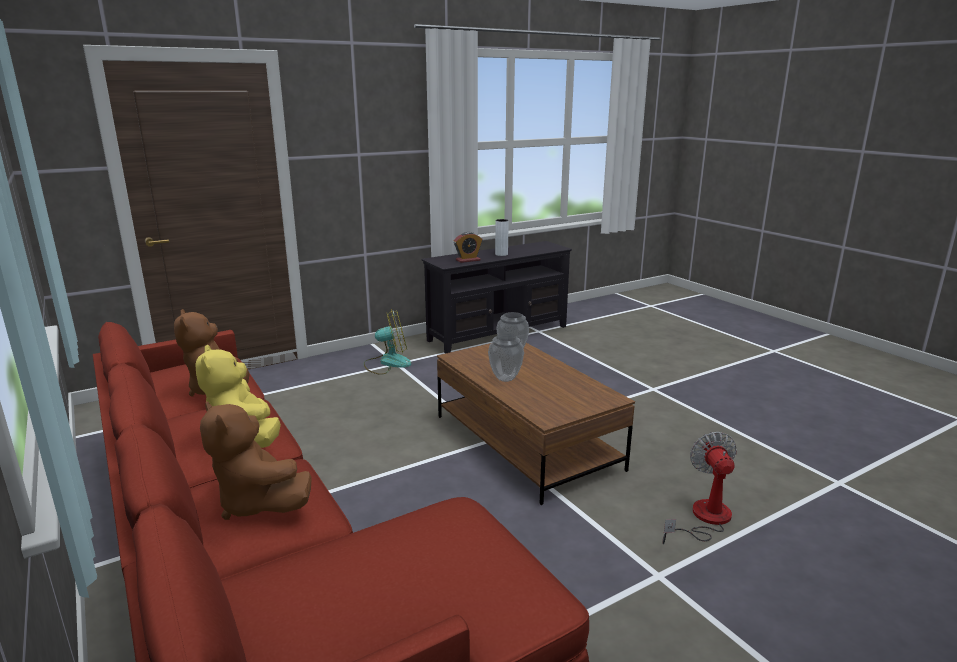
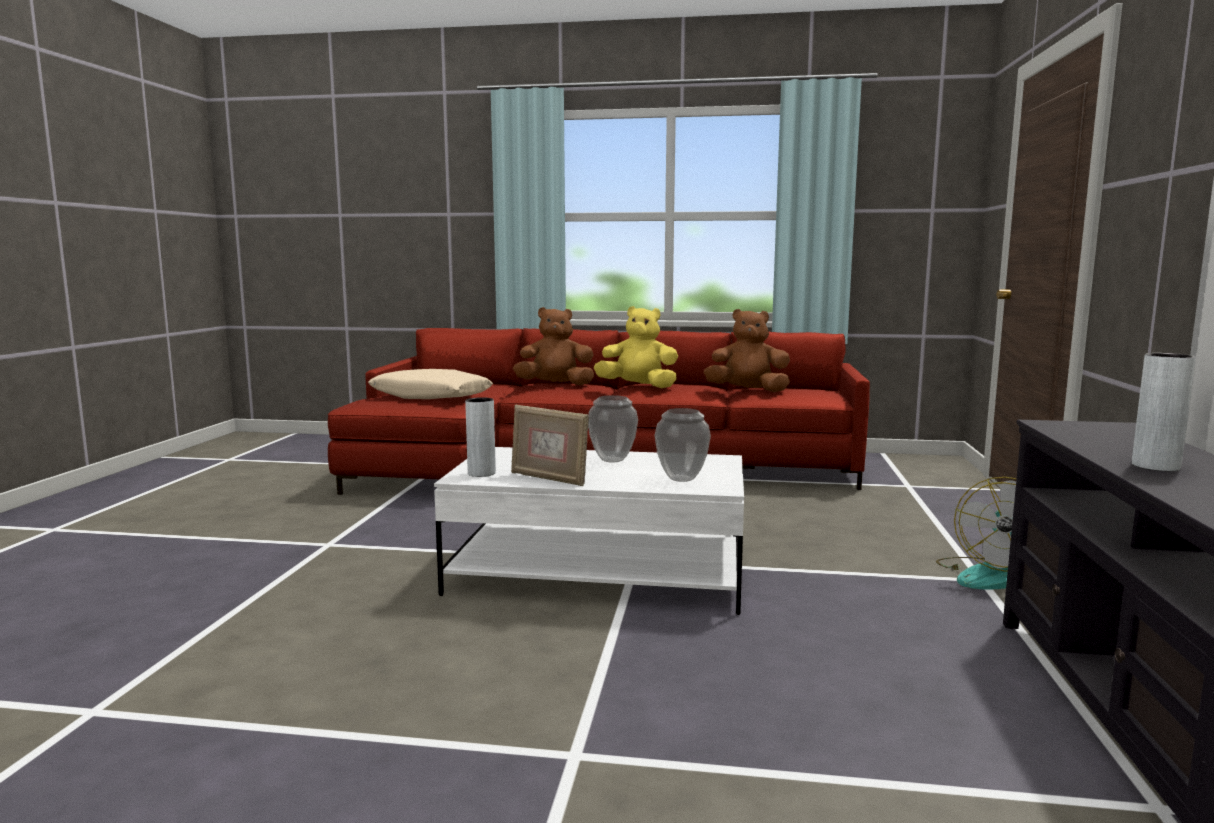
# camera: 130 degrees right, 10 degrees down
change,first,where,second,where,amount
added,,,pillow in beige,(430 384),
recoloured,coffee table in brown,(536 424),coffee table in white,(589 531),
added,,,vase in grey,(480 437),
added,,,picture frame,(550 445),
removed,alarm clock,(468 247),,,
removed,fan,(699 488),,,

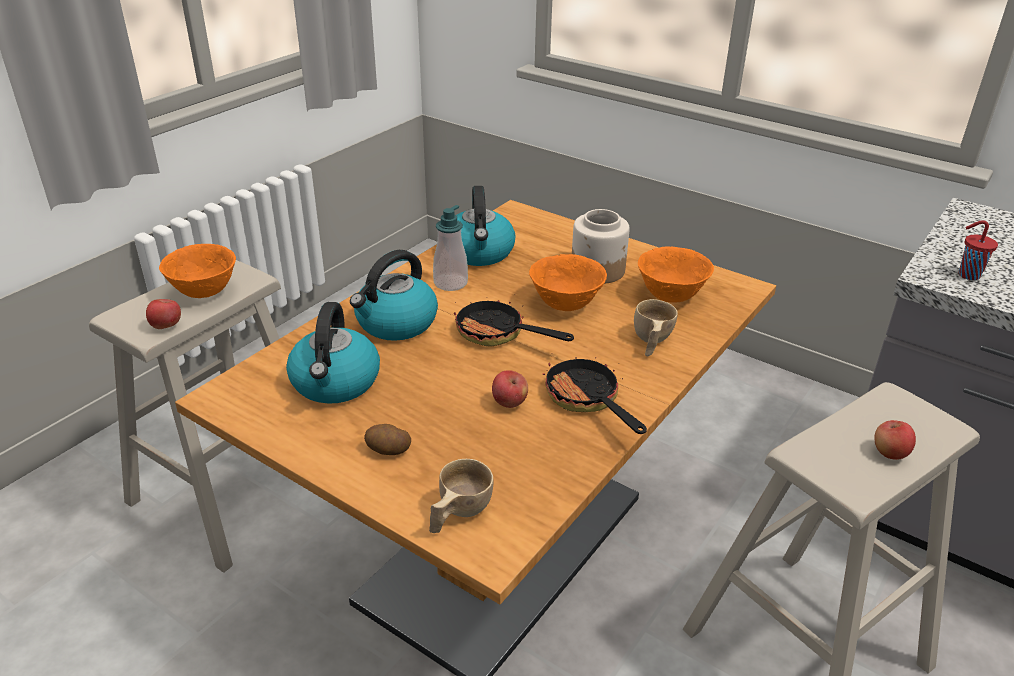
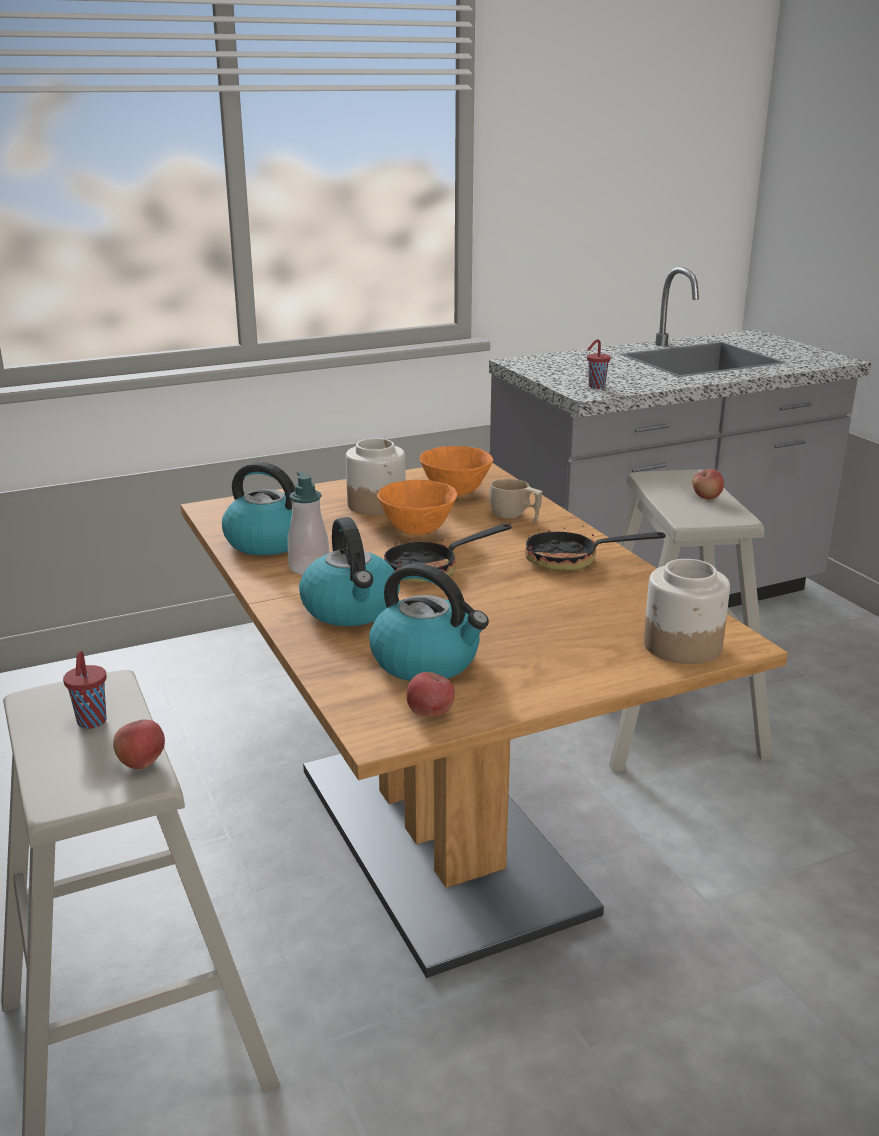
# camera: 60 degrees left, 10 degrees down
change,first,where,second,where,amount
replaced,bowl in orange,(197 271),cup in red,(85 689),
moved,apple,(510 389),,(430 694),
replaced,cup in beige,(461 496),jar,(687 611),
removed,potato,(387 439),,,

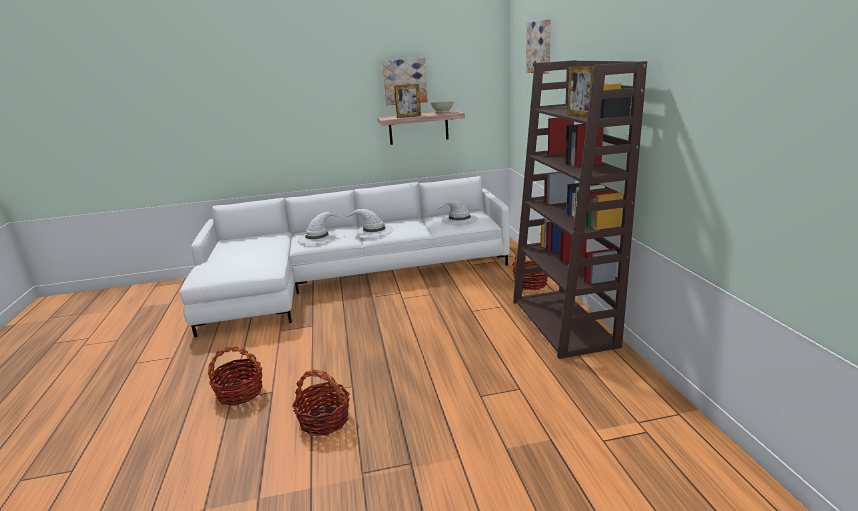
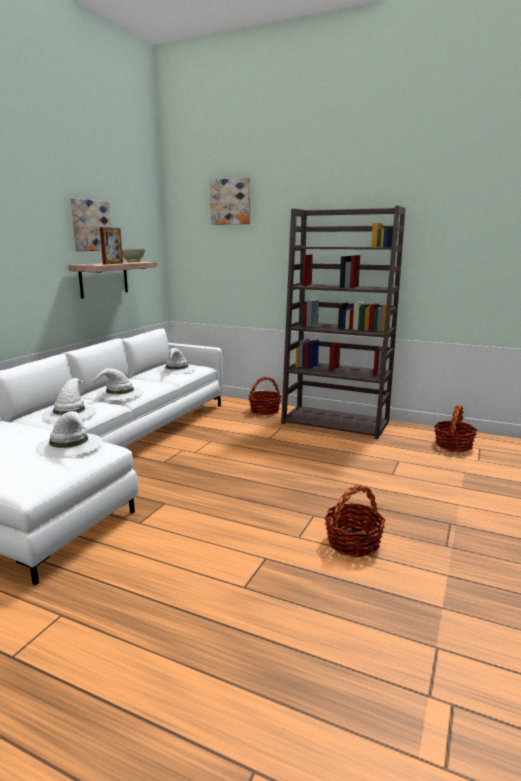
# camera: 55 degrees left, 5 degrees down
change,first,where,second,where,amount
added,,,hat in white,(68 434),
moved,basket,(235 376),,(455 428),
removed,picture frame,(580 92),,,

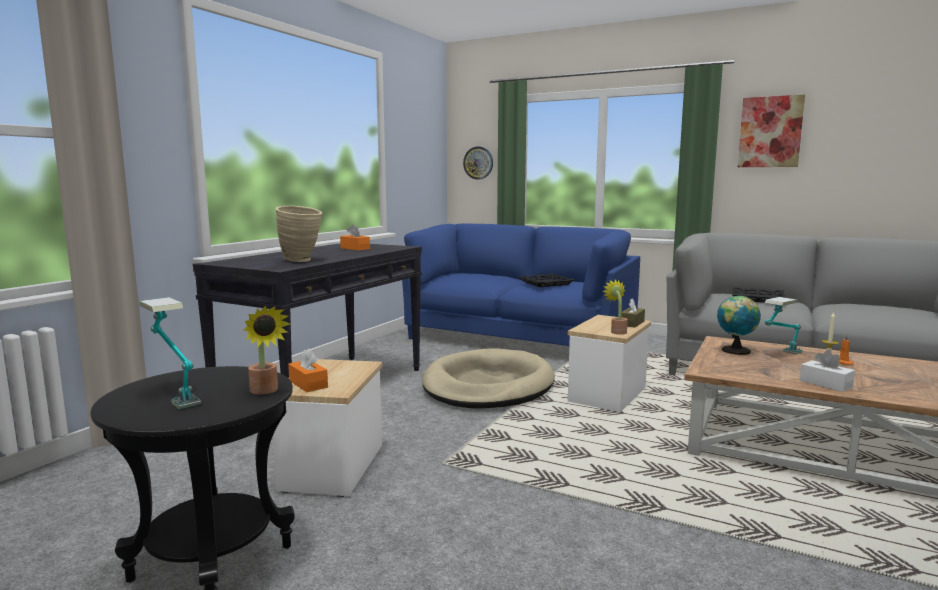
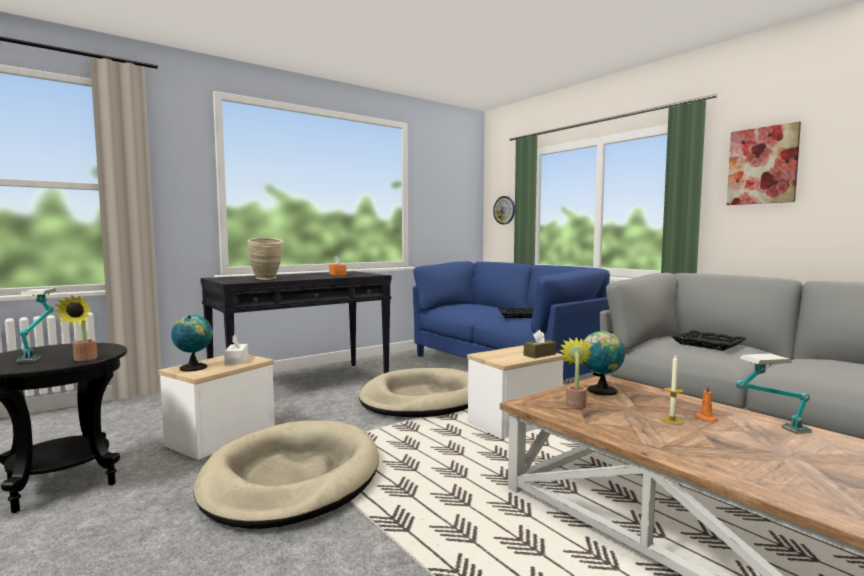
# camera: 25 degrees right, 5 degrees down
change,first,where,second,where,amount
replaced,tissue box in orange,(308 370),globe,(192 343),
added,,,dog bed in beige,(286 475),
moved,tissue box in white,(827 371),,(236 349),
moved,potted plant,(615 307),,(575 373),
moved,table lamp,(784 326),,(774 393),

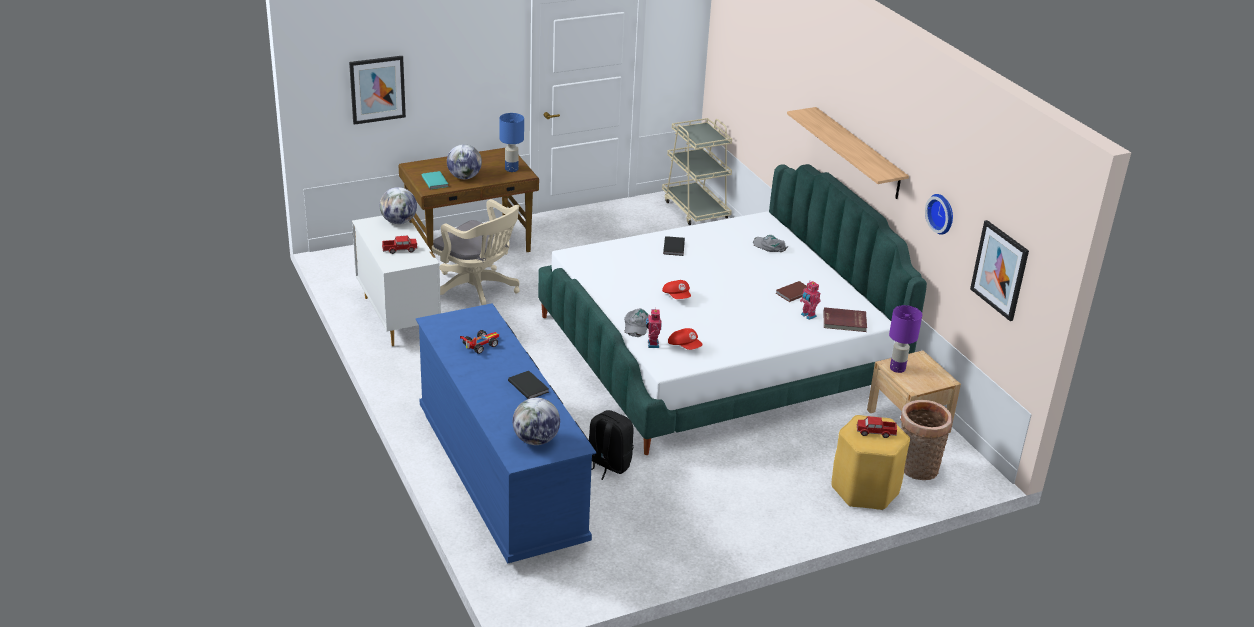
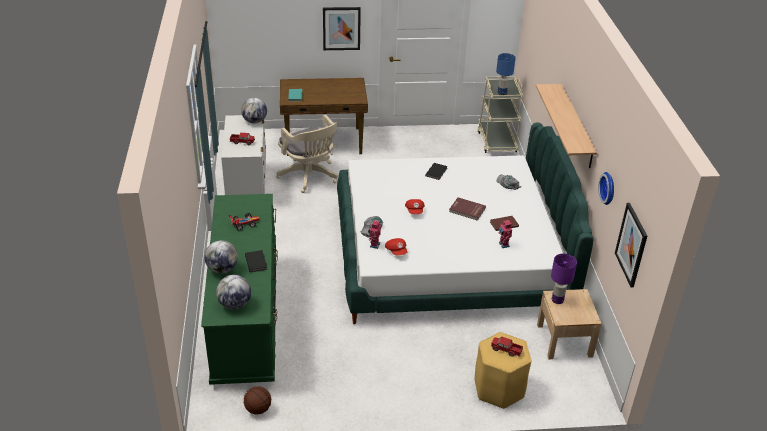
# camera: 20 degrees right, 5 degrees up
change,first,where,second,where,amount
recoloured,dresser in blue,(506 433),dresser in green,(239 289),
moved,globe,(464 161),,(221 257),
added,,,basketball,(257 400),
moved,picture,(377 90),,(342 28),
moved,book in red,(845 319),,(467 209),
moved,table lamp in blue,(511 142),,(505 74),
removed,backpack in black,(611 445),,,
removed,basket,(926 440),,,

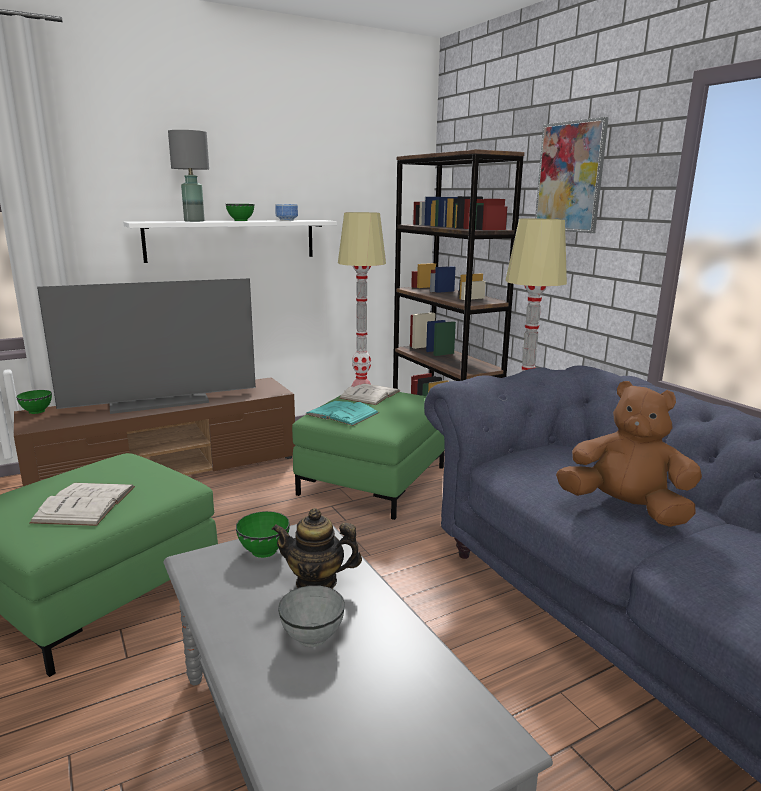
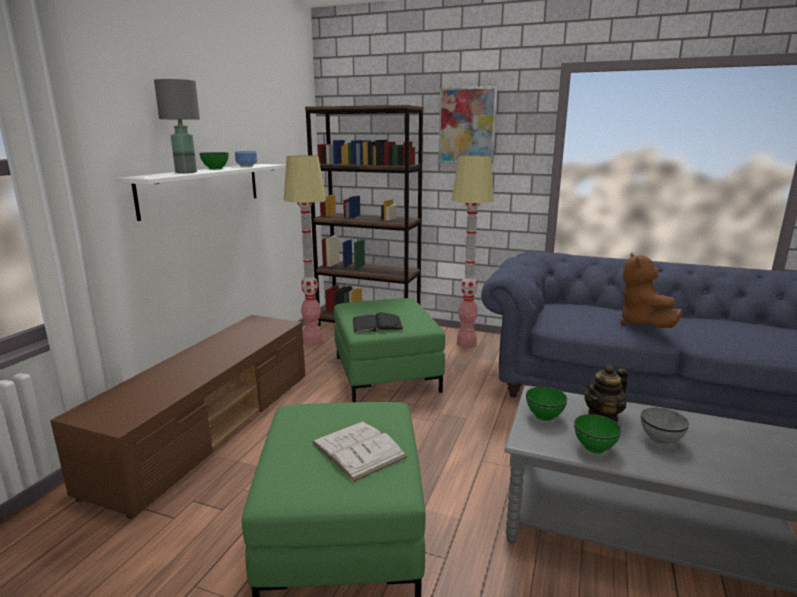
# camera: 40 degrees left, 0 degrees up
change,first,where,second,where,amount
recoloured,book in turquoise,(342 413),book in black,(378 322),
moved,bowl in green,(34 402),,(598 434),
turned,plush toy in brown,(629 454),,(651 290),75 degrees counterclockwise
removed,television,(146 346),,,
removed,book in white,(369 394),,,

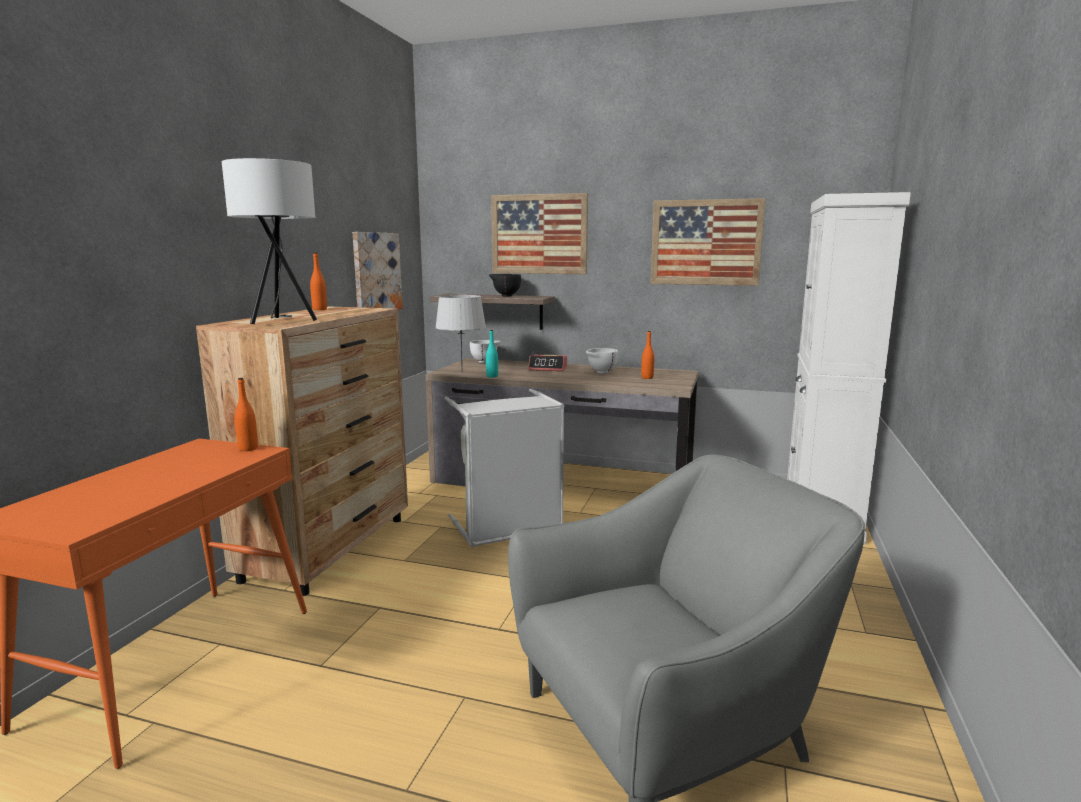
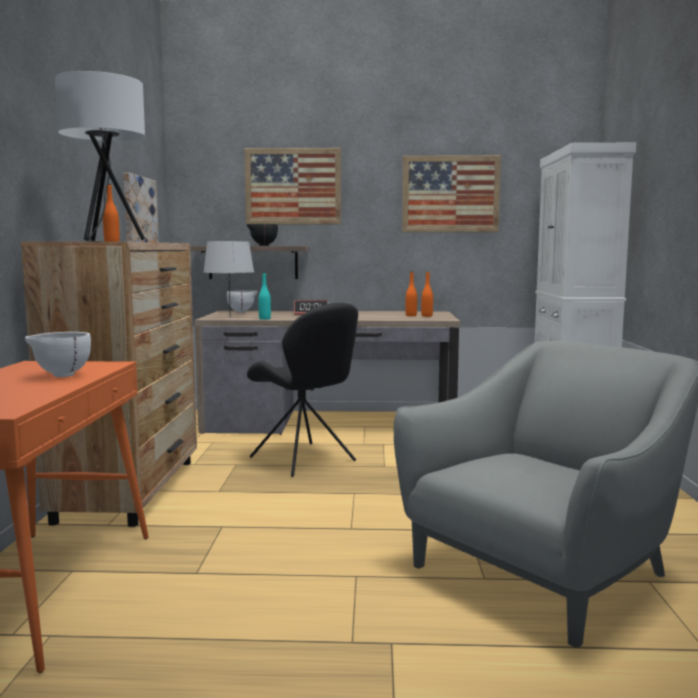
# camera: 15 degrees left, 5 degrees down
change,first,where,second,where,amount
moved,bowl in white,(602 360),,(58 354),
replaced,laundry basket in grey,(504 468),chair in black,(302 390),
moved,bottle in orange,(246 414),,(427 294),

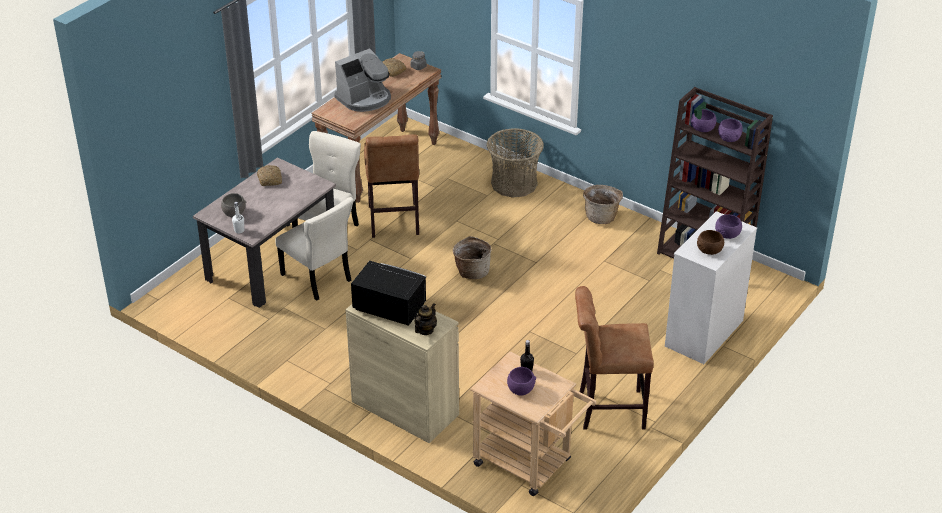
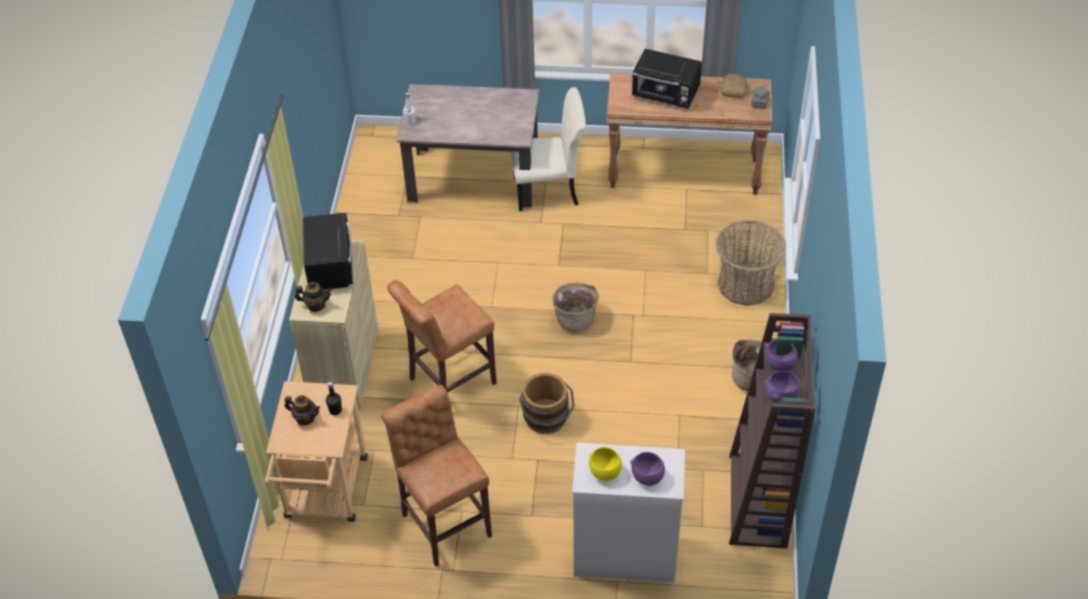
# camera: 60 degrees right, 10 degrees up
change,first,where,second,where,amount
replaced,bowl in purple,(521 381),teapot,(302 410),
moved,stool in brown,(391 186),,(442 336),
added,,,bucket in brown,(547 403),
recoloured,bowl in brown,(710 242),bowl in yellow,(605 464),
replaced,coffee machine,(362 80),microwave in black,(667 79),
removed,bowl in grey,(233 205),,,
removed,bread,(269 175),,,
removed,chair in beige,(314 249),,,

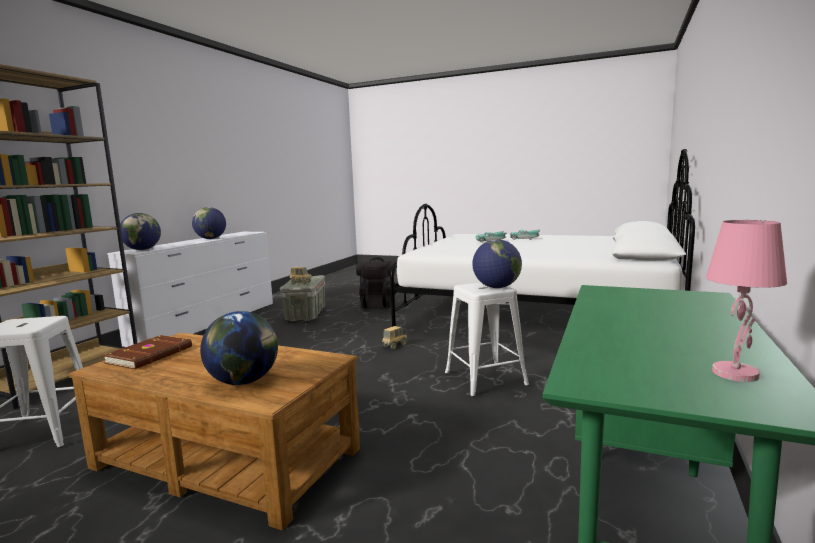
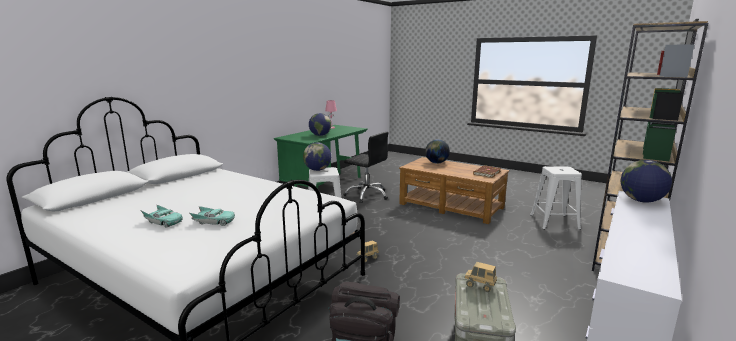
# camera: 170 degrees left, 5 degrees up
change,first,where,second,where,amount
moved,globe,(209 223),,(320 124),
added,,,office chair in black,(366 167),

